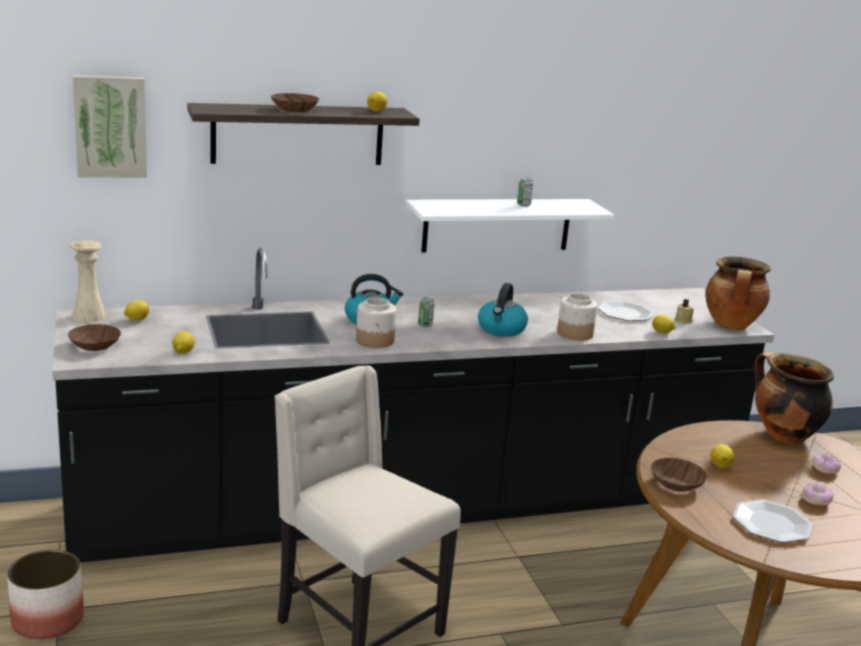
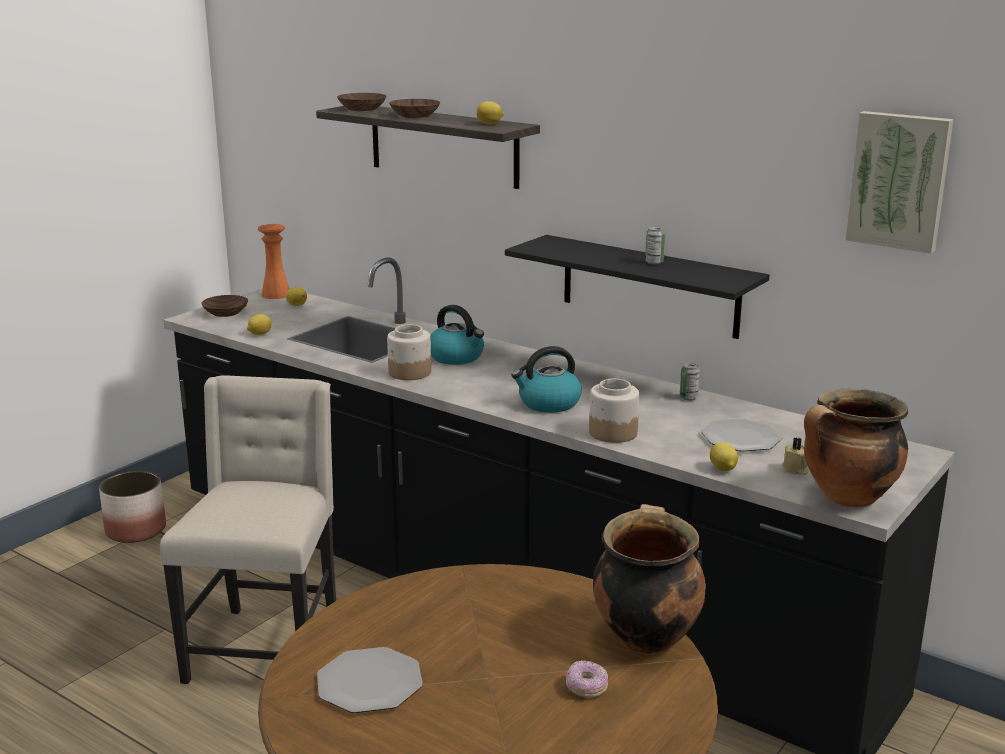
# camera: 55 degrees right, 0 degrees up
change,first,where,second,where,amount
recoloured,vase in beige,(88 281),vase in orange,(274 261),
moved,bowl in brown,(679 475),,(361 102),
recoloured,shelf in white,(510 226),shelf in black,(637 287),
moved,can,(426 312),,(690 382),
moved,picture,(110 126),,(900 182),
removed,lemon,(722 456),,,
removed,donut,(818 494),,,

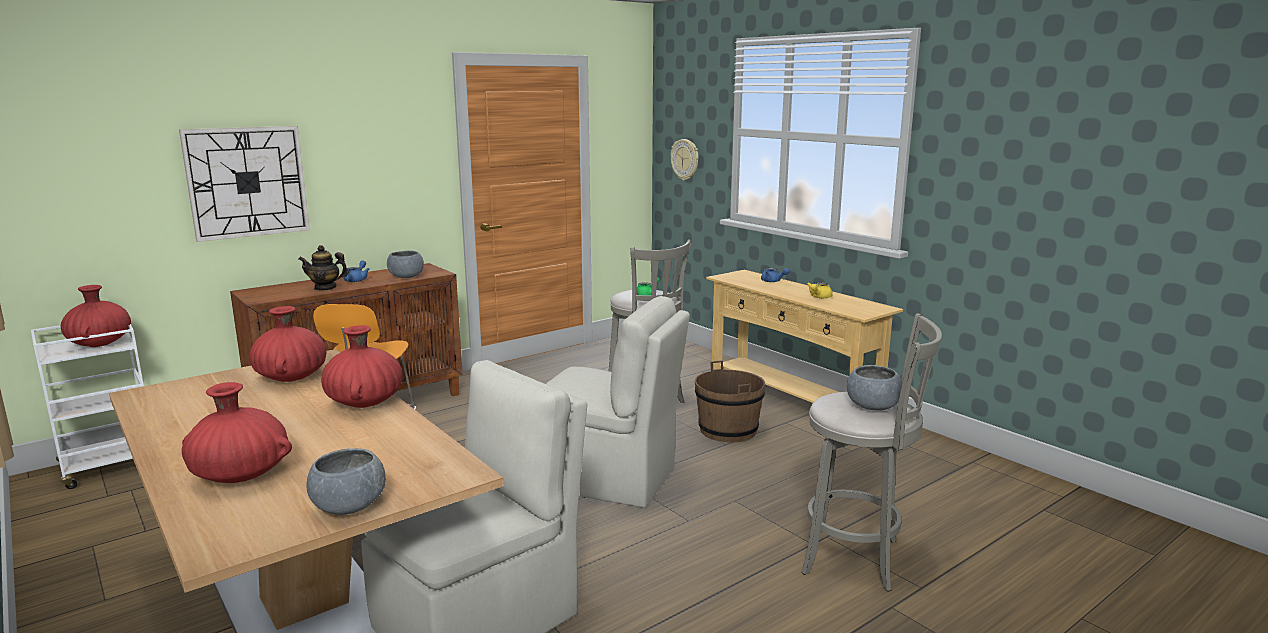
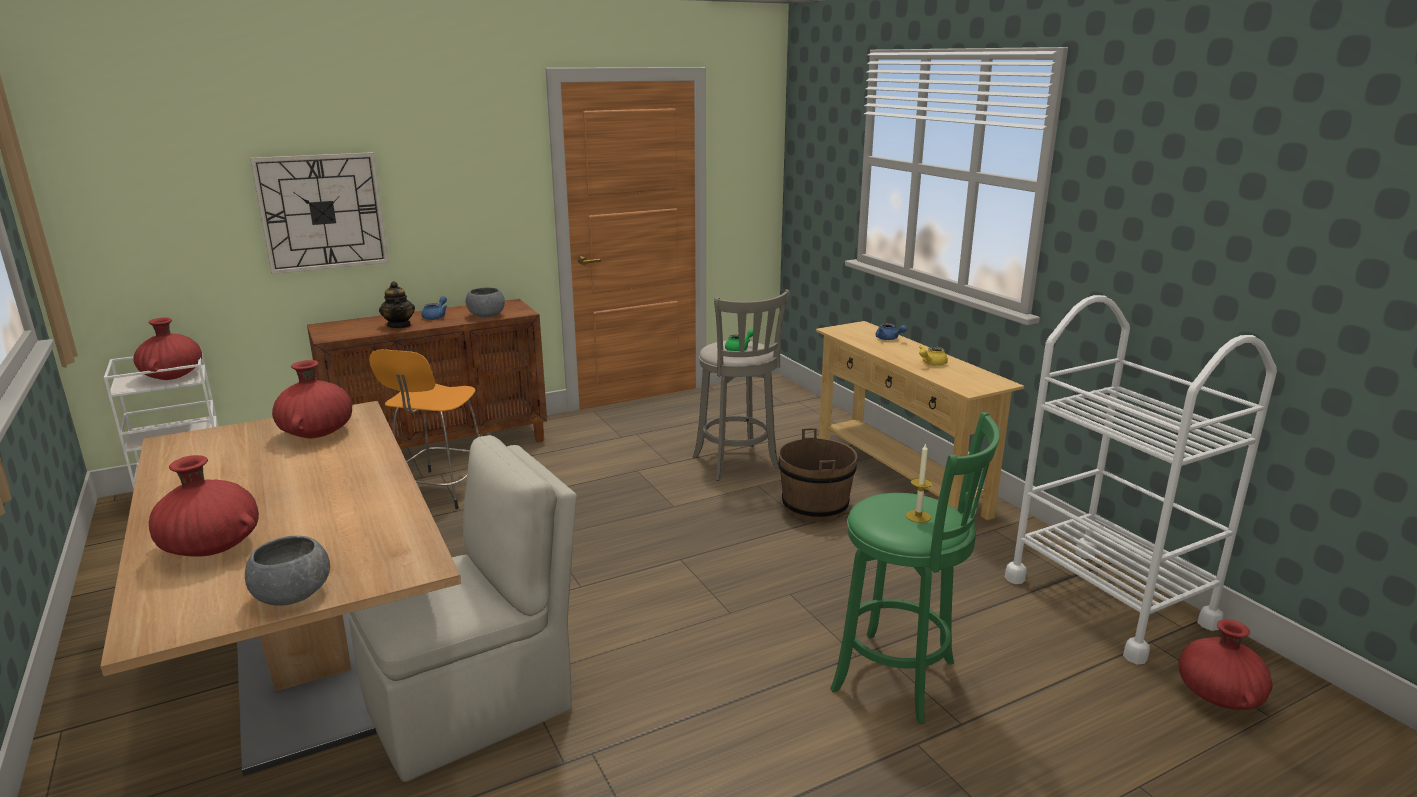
# camera: 10 degrees right, 5 degrees up
change,first,where,second,where,amount
turned,teapot,(324 268),,(397 304),120 degrees counterclockwise
recoloured,stool in grey,(871 452),stool in green,(915 568),
replaced,bowl in grey,(874 388),candle,(919 483),
added,,,cart in white,(1141 479),
moved,vase in red,(361 366),,(1225 664),
removed,chair in beige,(618 402),,,
removed,wall clock,(685 159),,,

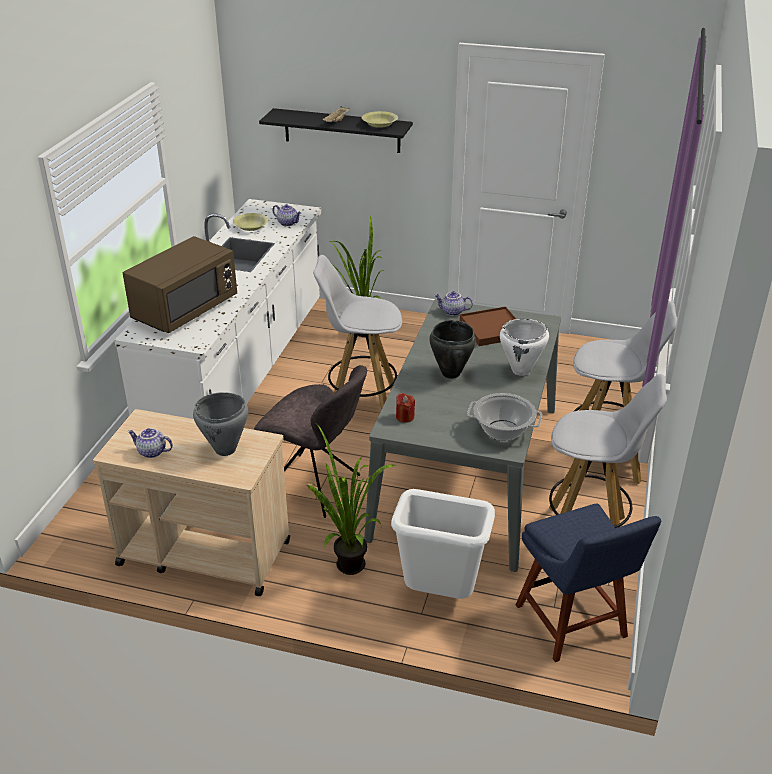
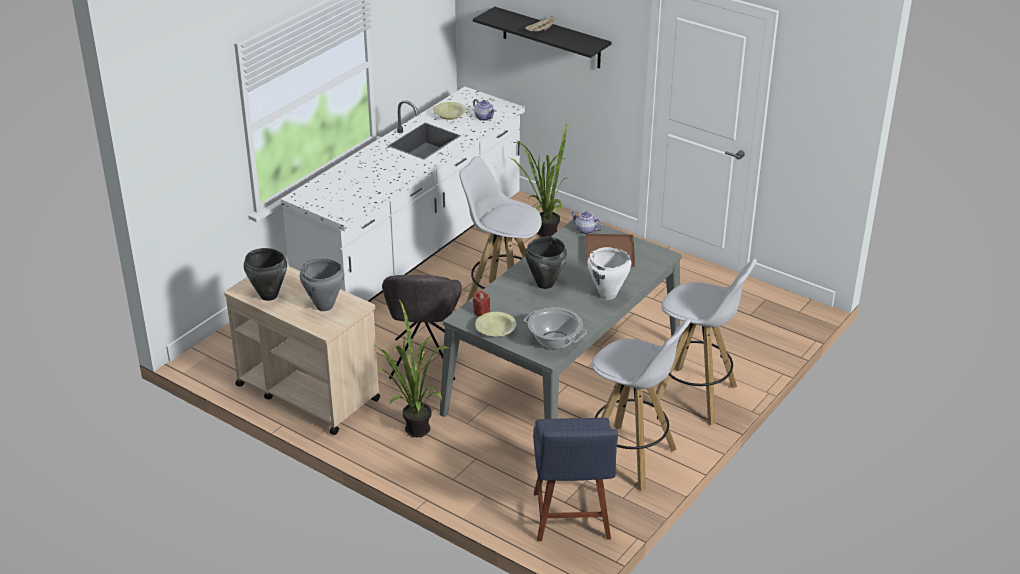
# camera: 20 degrees right, 0 degrees up
change,first,where,second,where,amount
replaced,teapot,(150 443),cooking pot in black,(265 274),
turned,chair in grey,(310 441),,(422 327),45 degrees clockwise
moved,bowl in yellow,(380 119),,(495 324),
removed,microwave in brown,(180 284),,,
removed,trash can in white,(443 544),,,

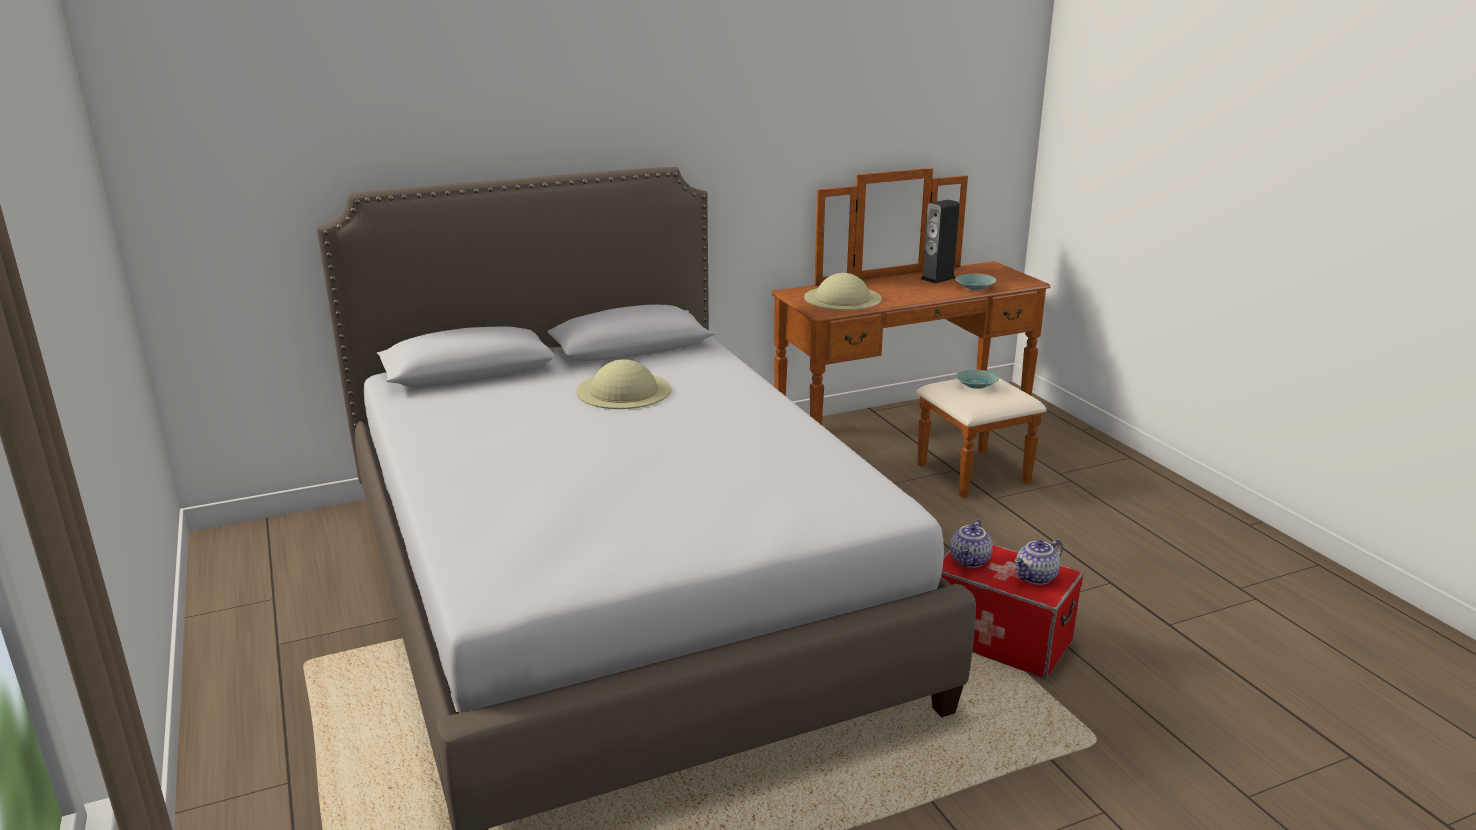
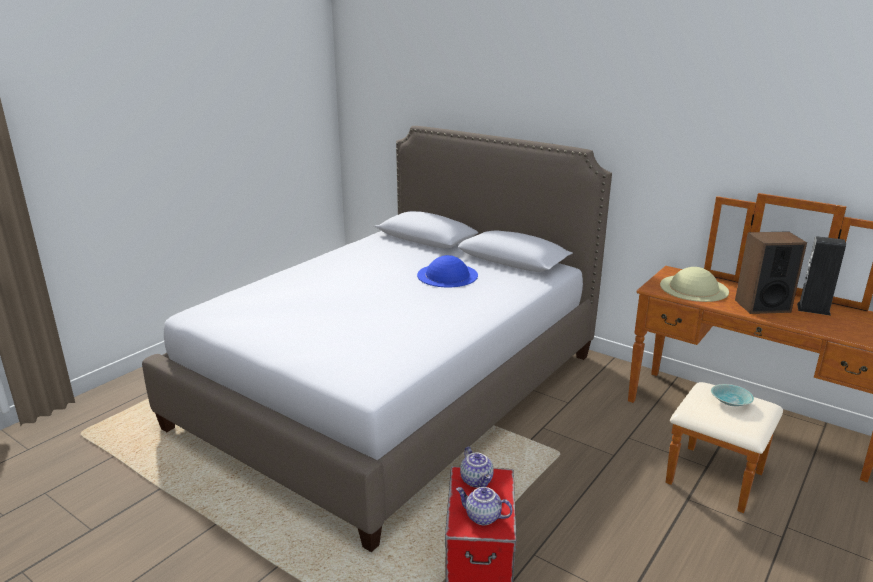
# camera: 60 degrees right, 0 degrees up
change,first,where,second,where,amount
recoloured,hat in beige,(623 384),hat in blue,(447 271),
turned,teapot,(971 543),,(477 467),105 degrees counterclockwise
added,,,speaker,(771 272),
removed,bowl in turquoise,(976 282),,,

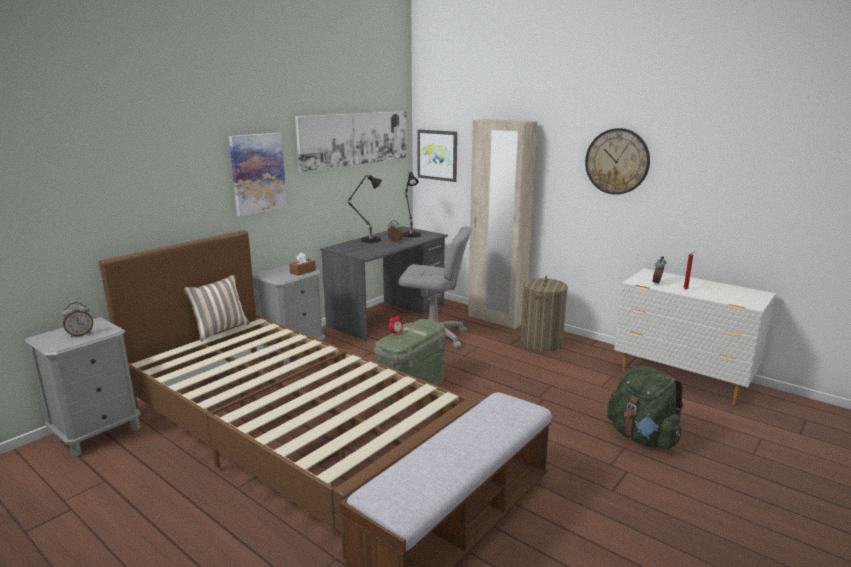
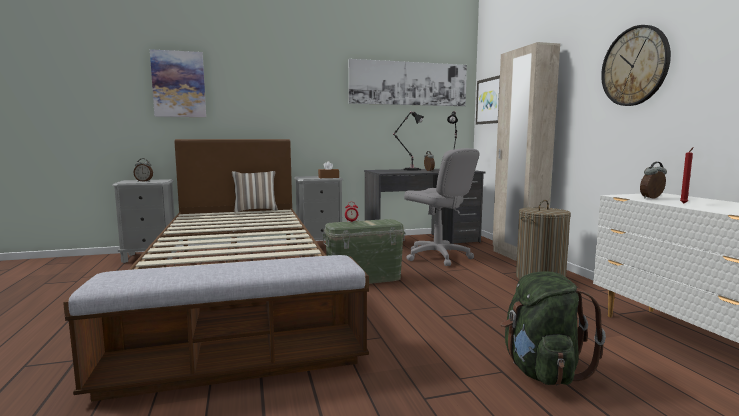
# camera: 35 degrees right, 10 degrees down
change,first,where,second,where,amount
moved,picture,(258 174),,(178 83),

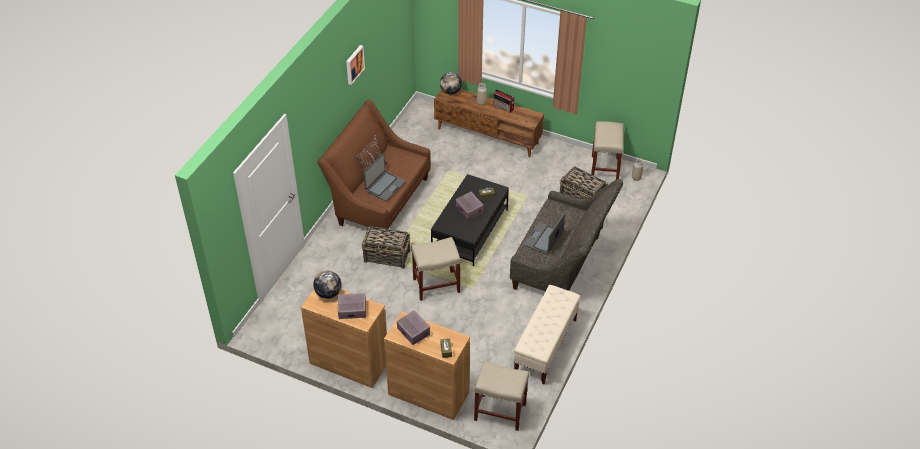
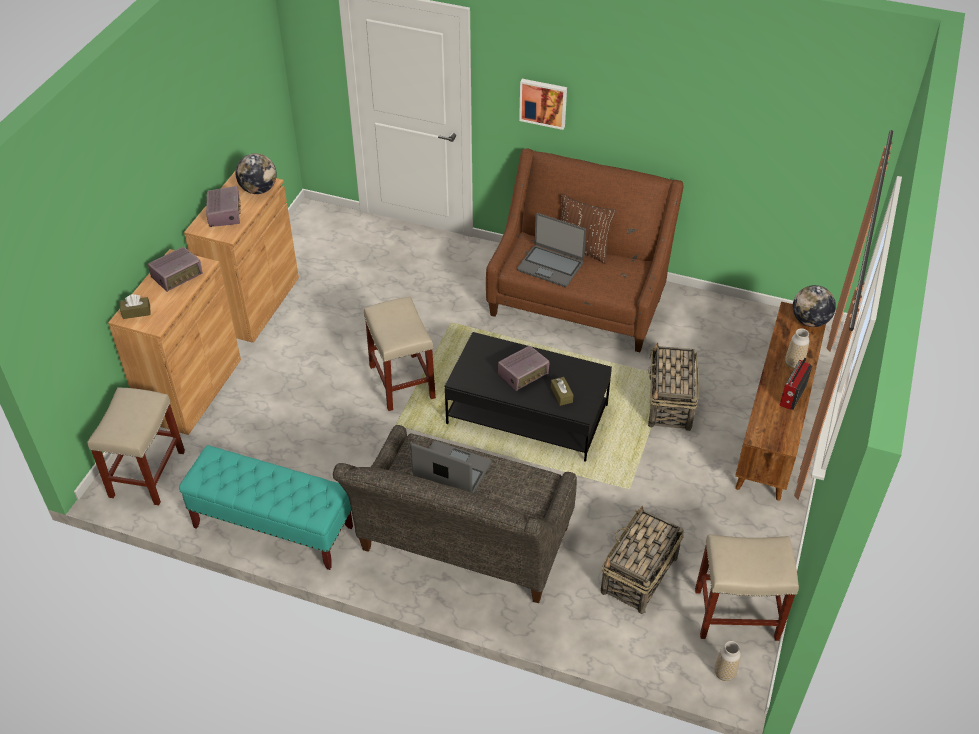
# camera: 85 degrees right, 0 degrees up
change,first,where,second,where,amount
recoloured,bench in beige,(547 334),bench in turquoise,(266 507),
moved,picture,(355 65),,(543 104),
moved,basket,(385 247),,(673 387),

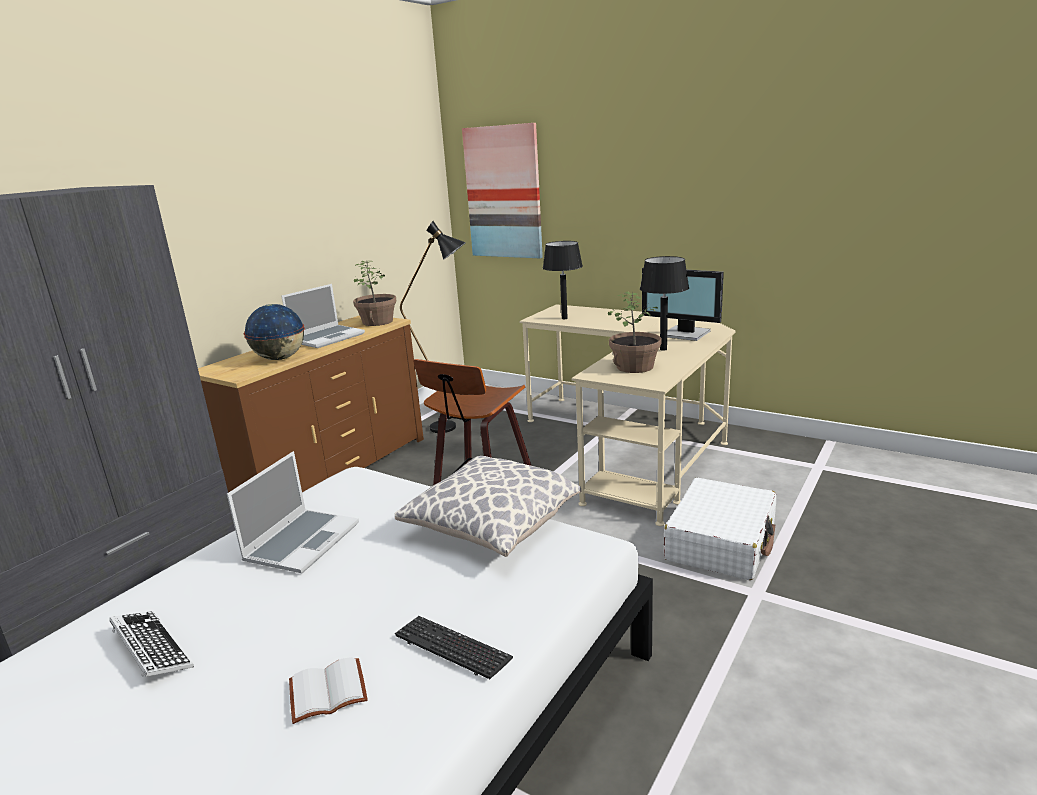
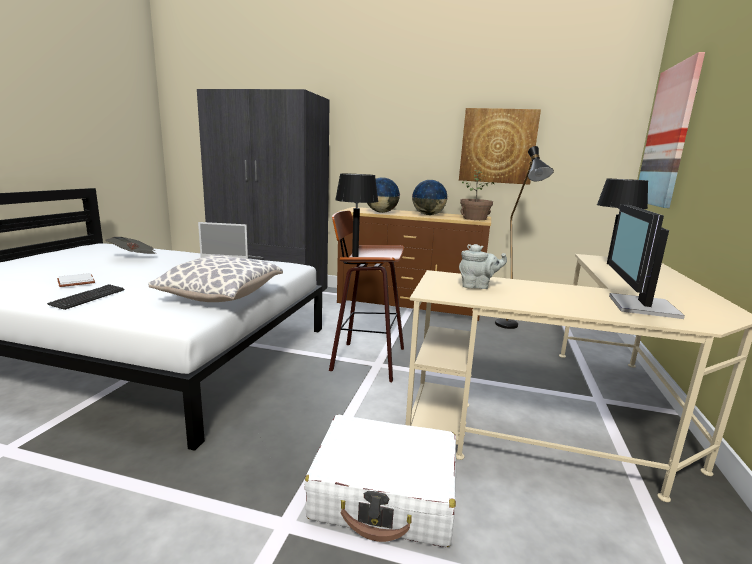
# camera: 70 degrees right, 5 degrees down
change,first,where,second,where,amount
replaced,keyboard,(151 644),newspaper,(131 245),
moved,table lamp in black,(664 303),,(357 215),
replaced,laptop,(323 316),globe,(430 197),
added,,,picture,(500 146),
replaced,potted plant,(635 332),teapot in grey,(483 266),

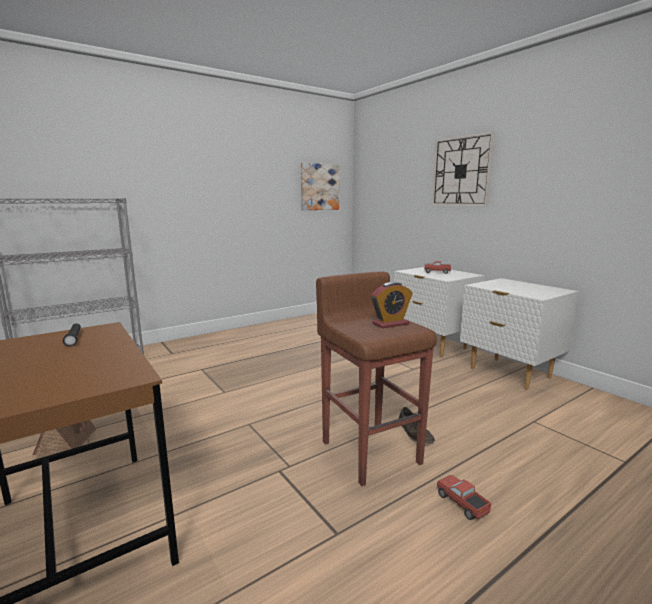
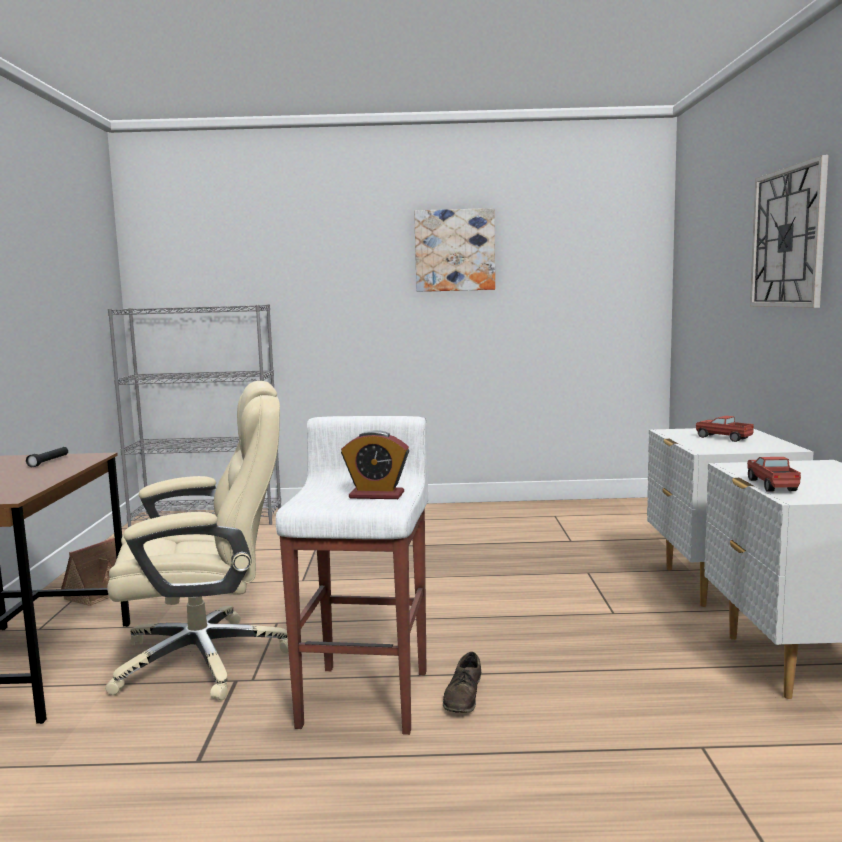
# camera: 35 degrees right, 5 degrees down
change,first,where,second,where,amount
added,,,office chair in beige,(197 540),
recoloured,stool in brown,(376 378),stool in white,(352 575),
moved,picture,(320 186),,(454 250),
moved,toy truck,(464 497),,(774 474),

